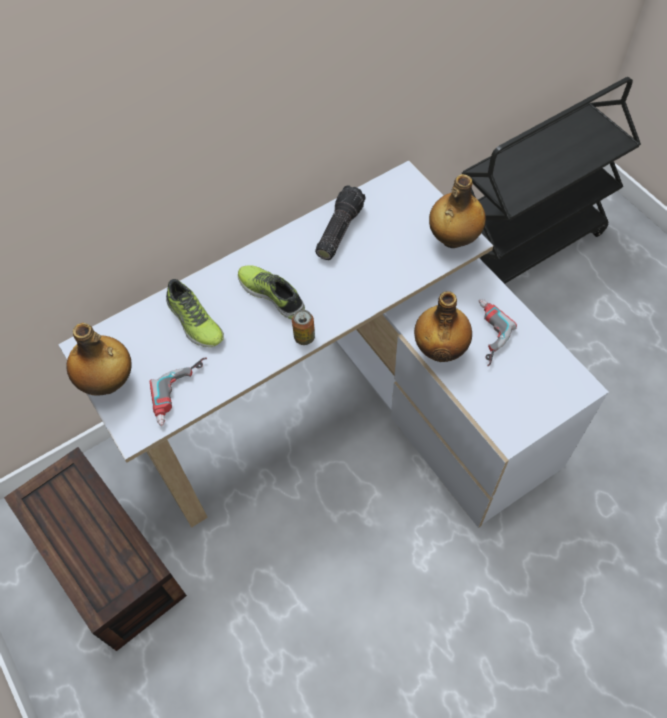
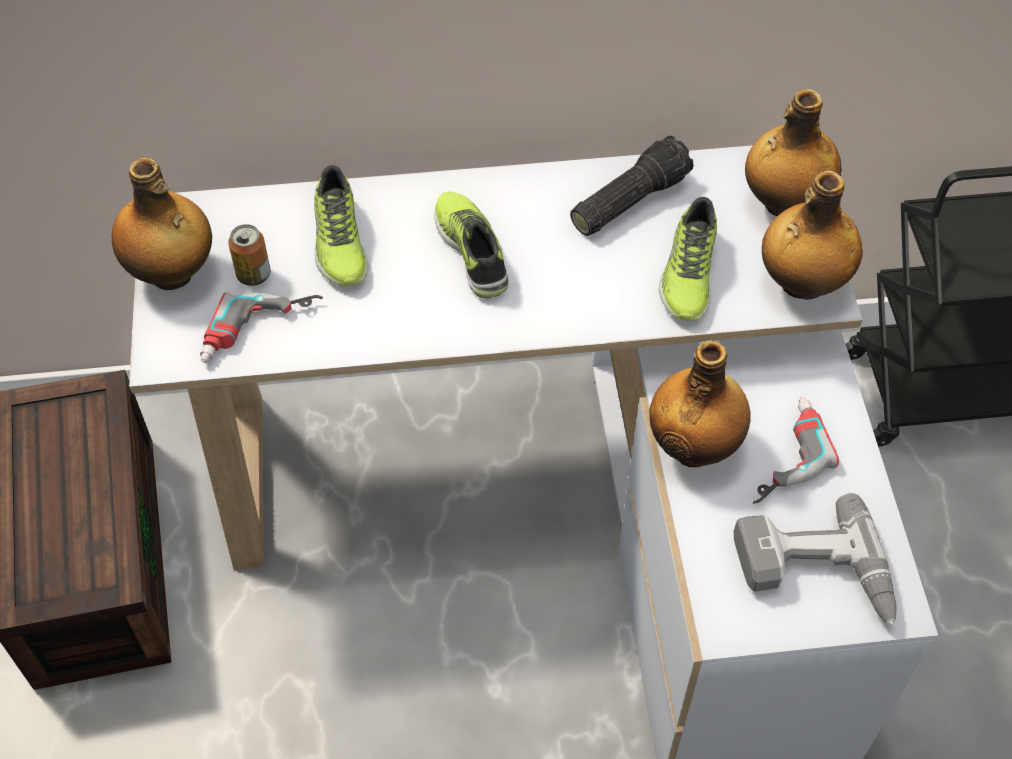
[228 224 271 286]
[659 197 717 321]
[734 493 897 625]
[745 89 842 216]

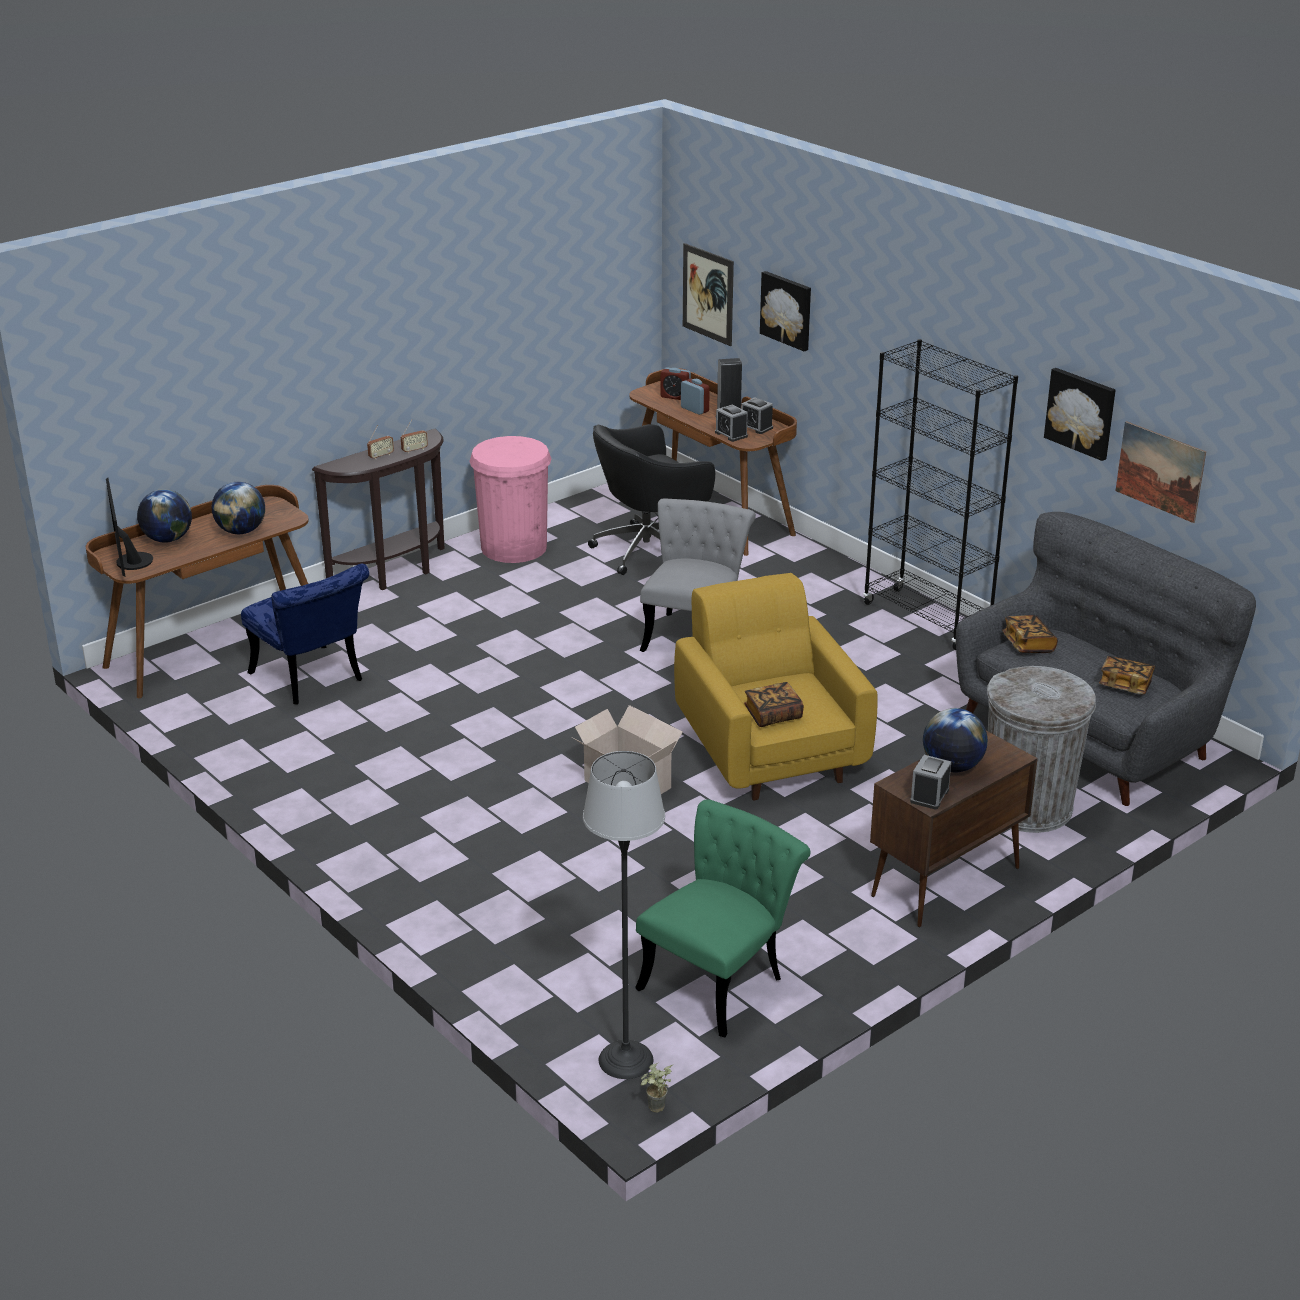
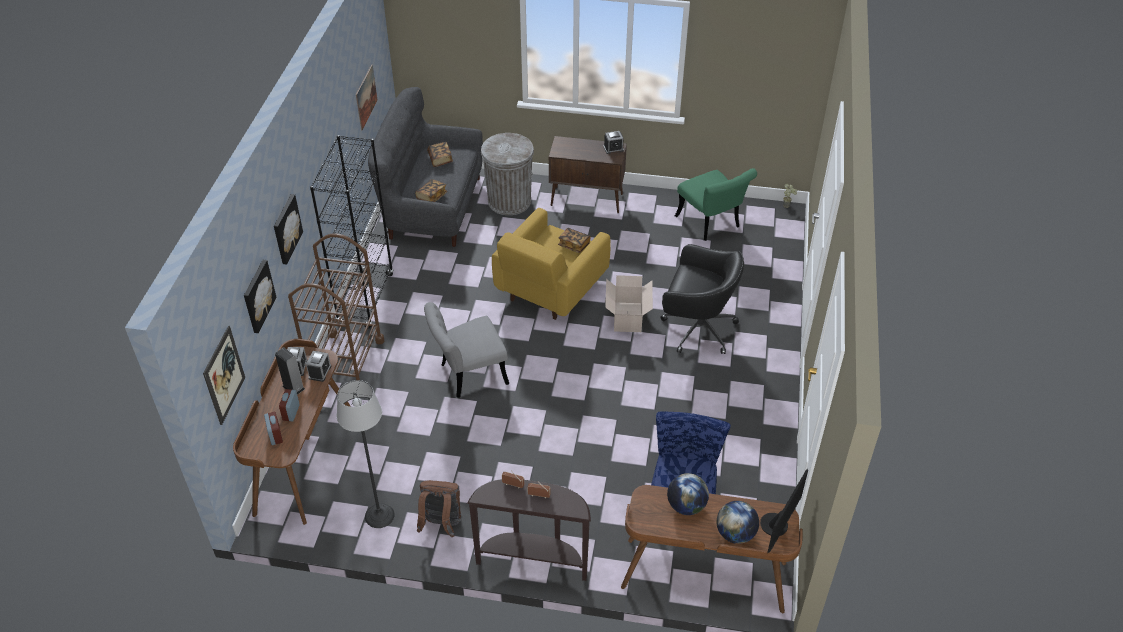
[417 480 462 537]
[337 380 394 528]
[660 244 744 354]
[675 168 757 241]
[923 708 988 772] (first image)
[274 194 303 265]
[288 234 384 380]

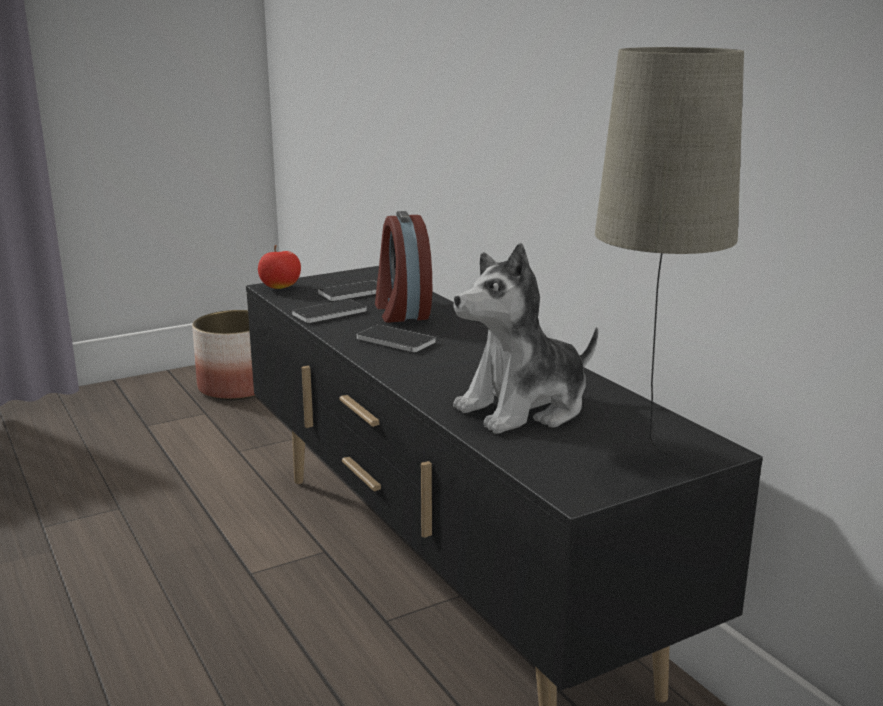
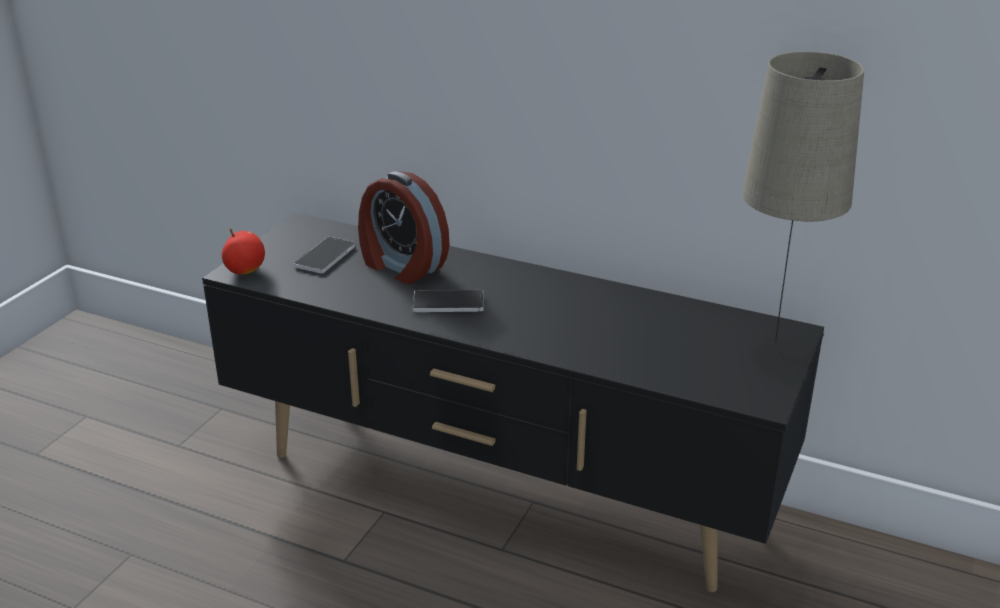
[192 310 256 400] (first image)
[292 299 367 323] (first image)
[453 243 598 434] (first image)

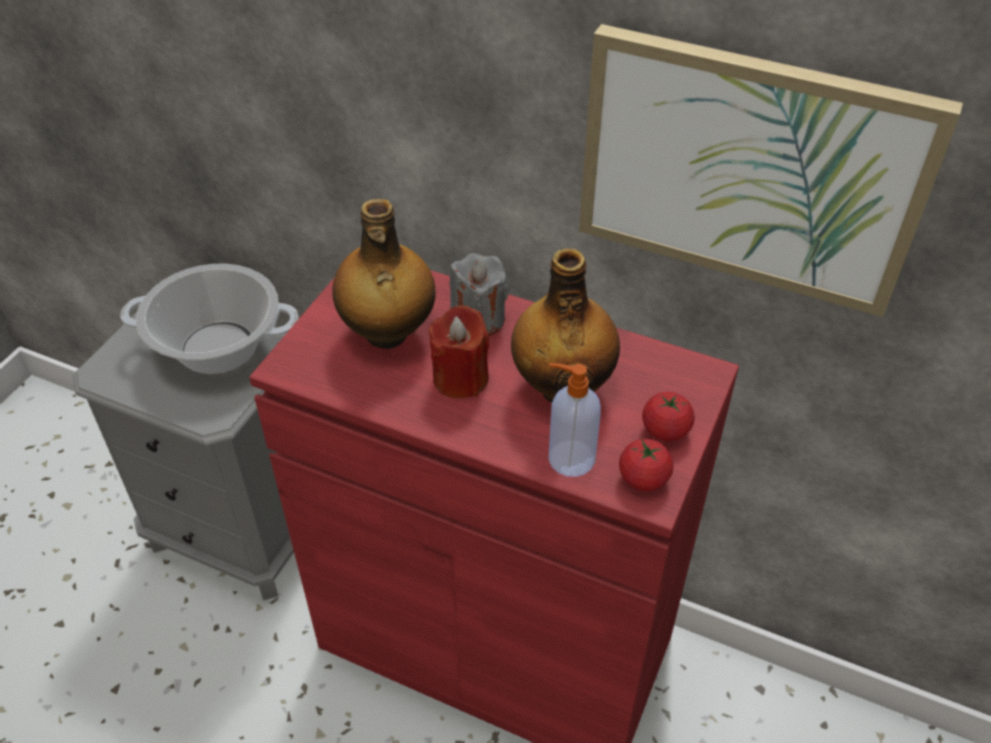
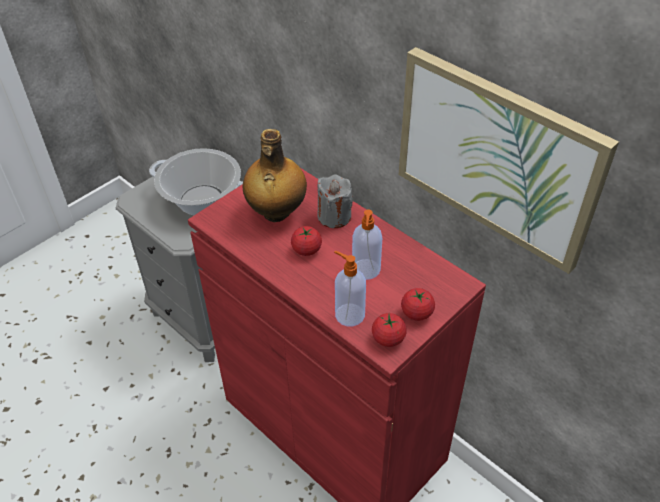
[291 226 322 256]
[352 210 382 280]

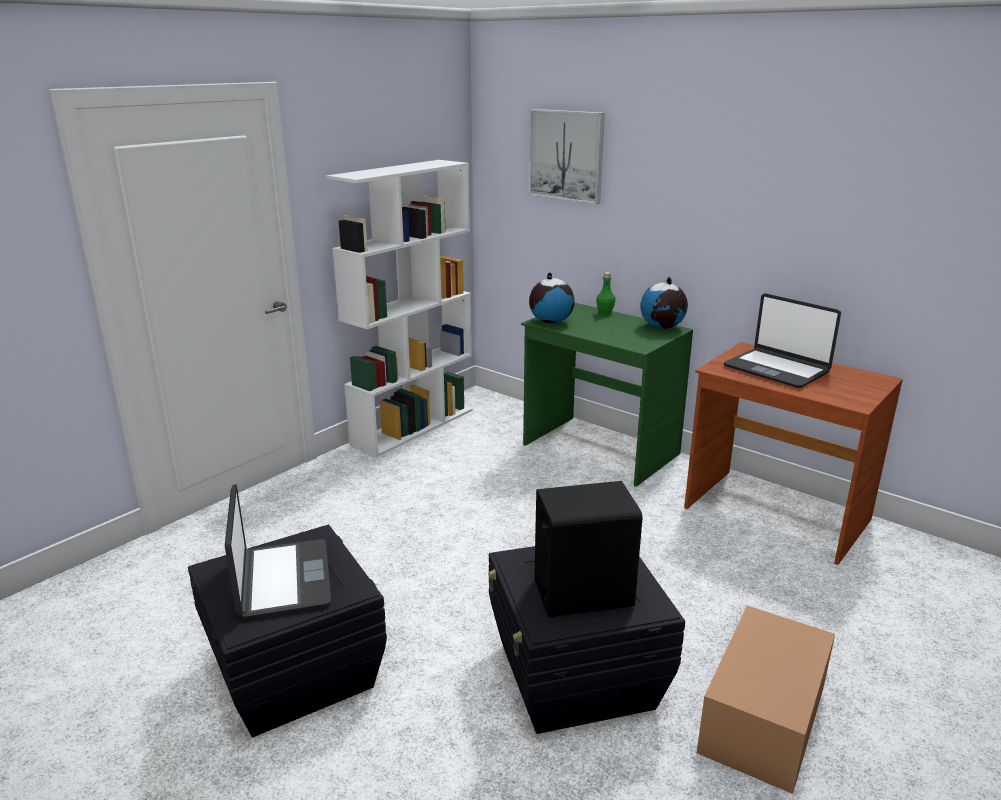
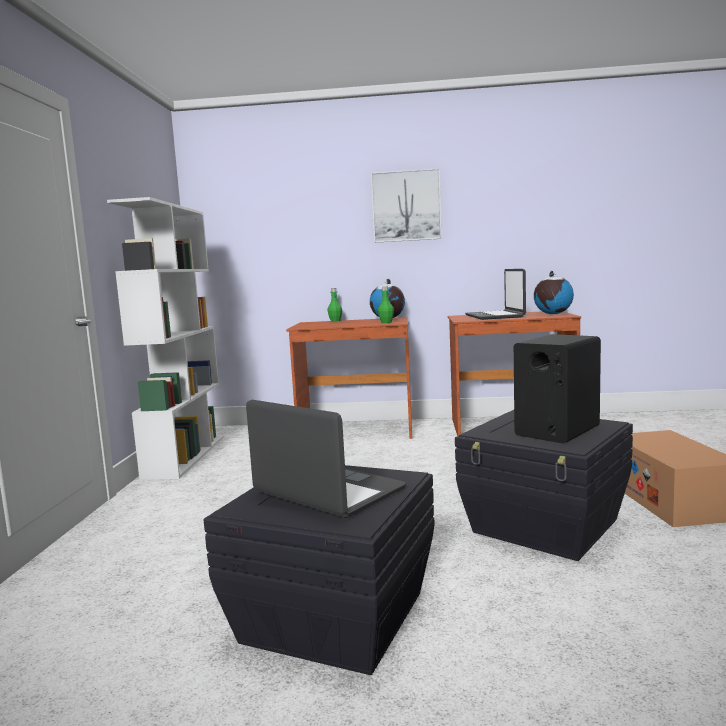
[286 317 412 439]
[371 168 442 243]
[534 271 574 314]
[465 269 526 320]
[378 287 394 323]

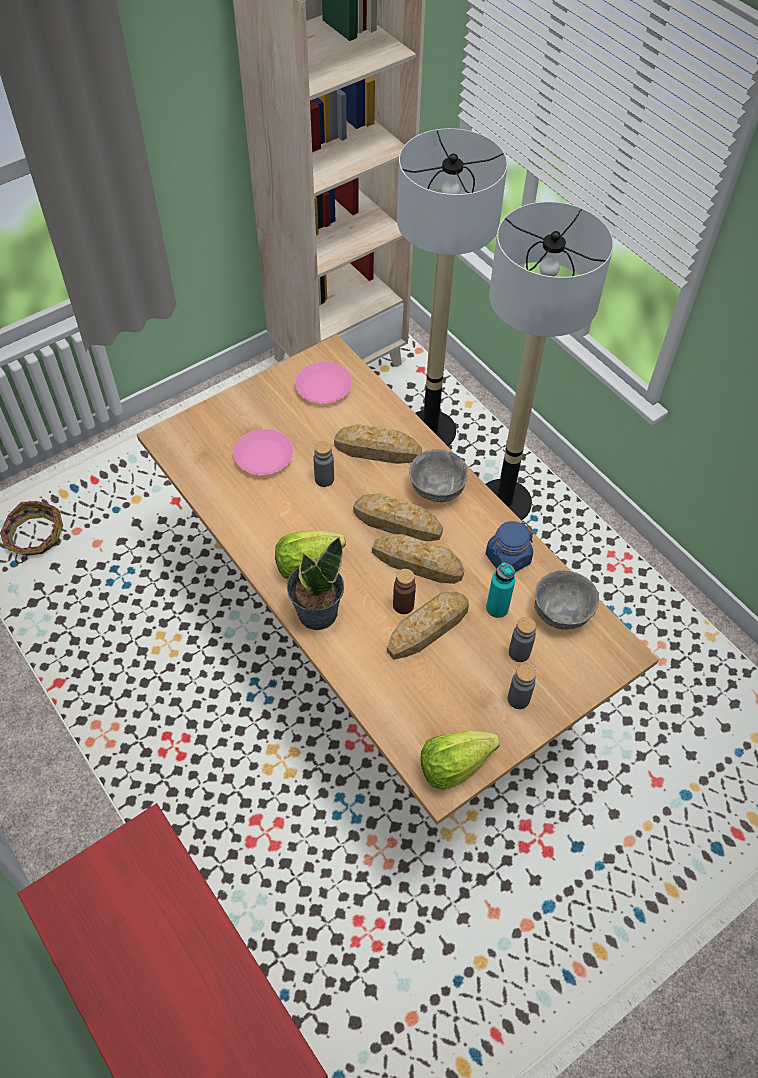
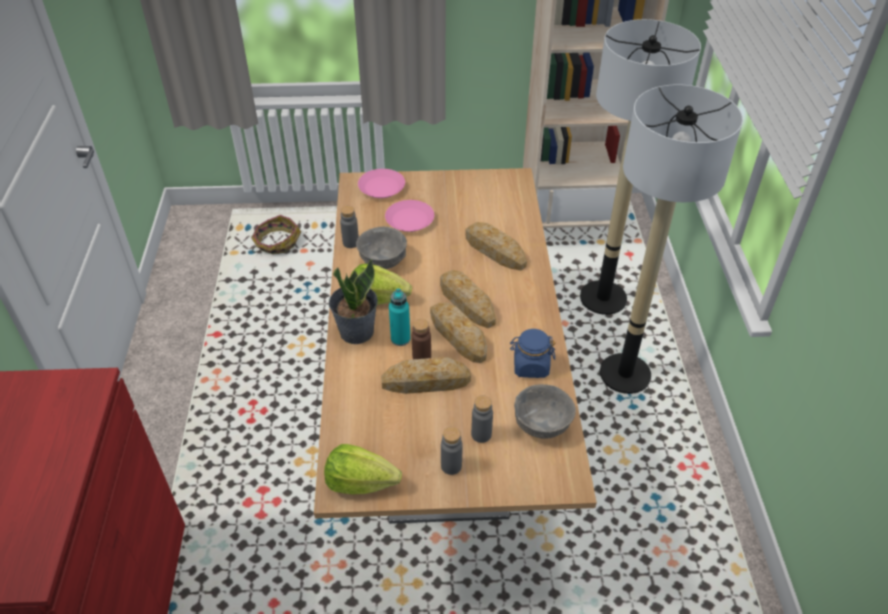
[358 169 405 198]
[340 206 359 248]
[356 227 407 269]
[389 289 410 346]

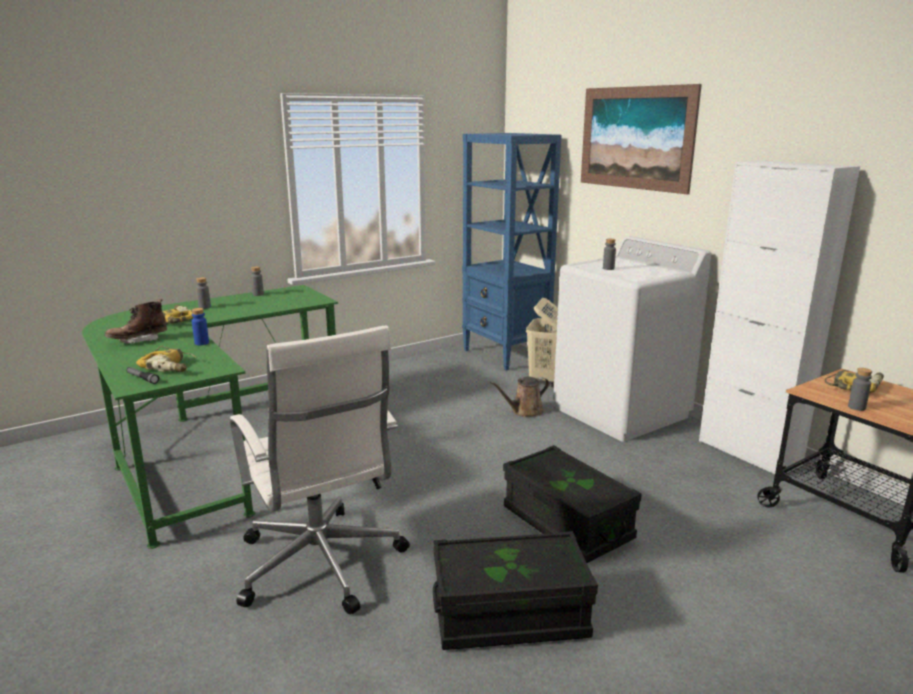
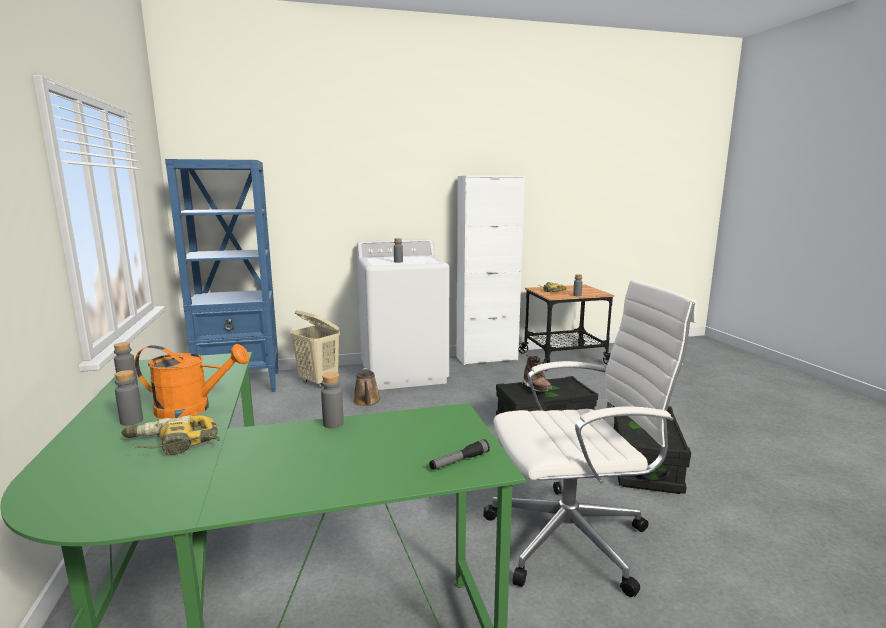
[522 354 552 392]
[136 346 197 372] (first image)
[321 372 344 428]
[581 84 702 194] (first image)
[135 344 249 419]

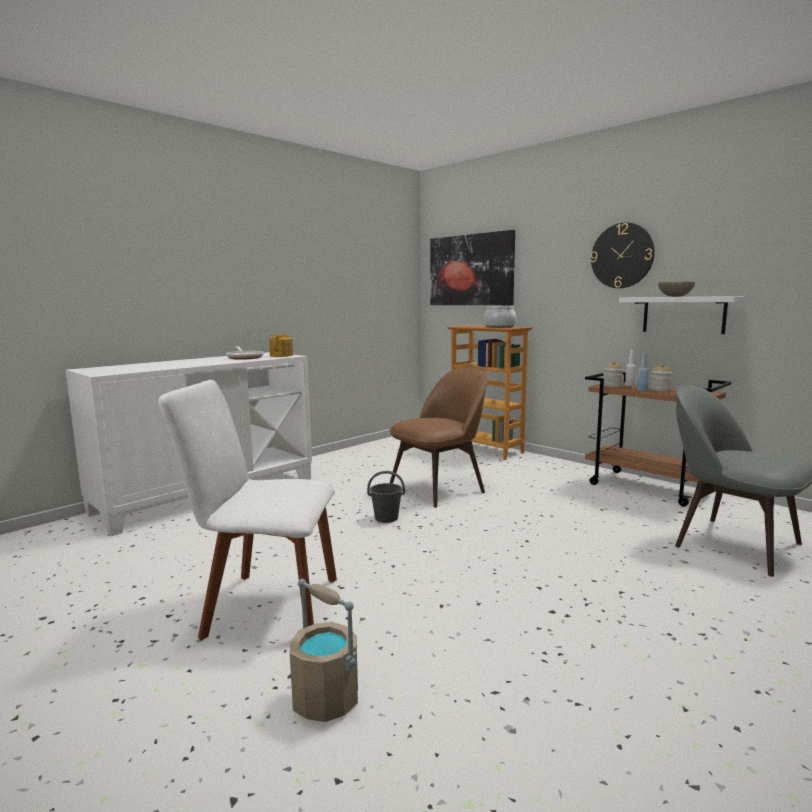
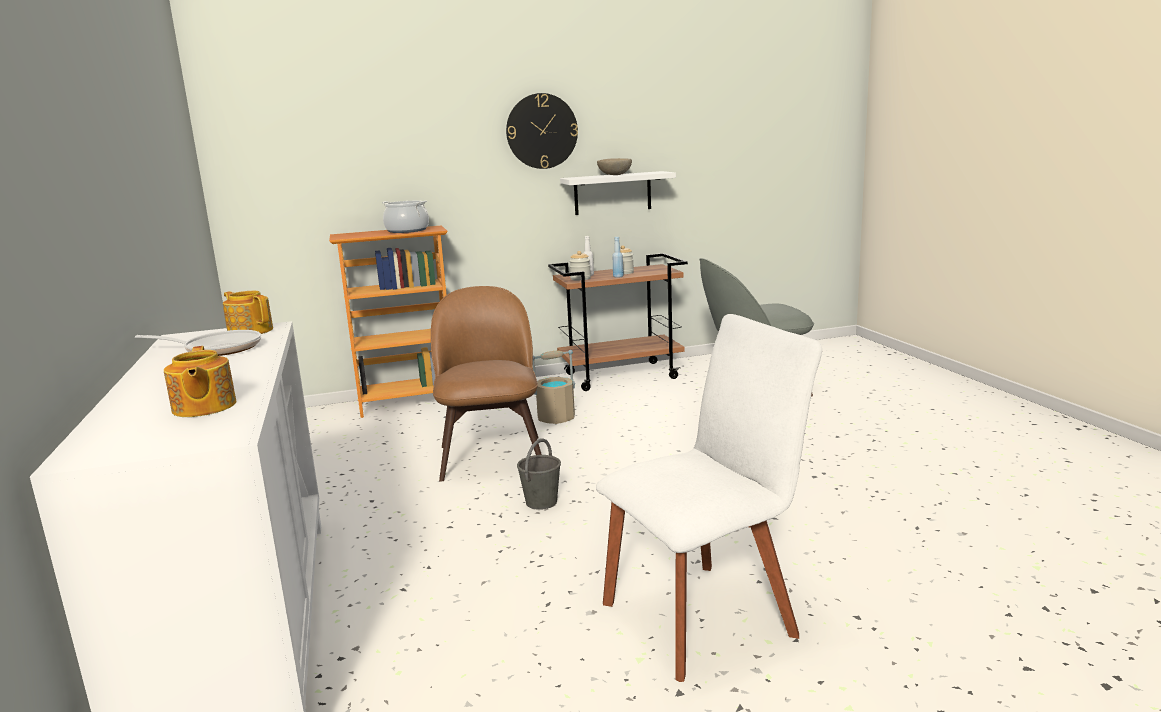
[596 314 822 682]
[533 350 575 424]
[430 230 515 305] (first image)
[164 346 236 417]

